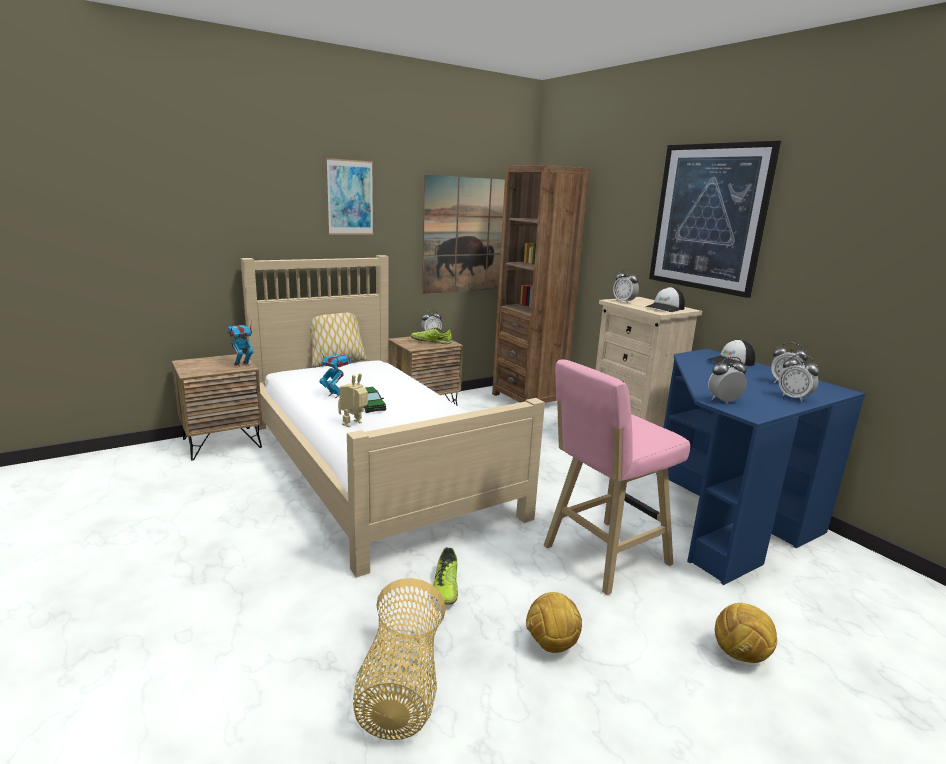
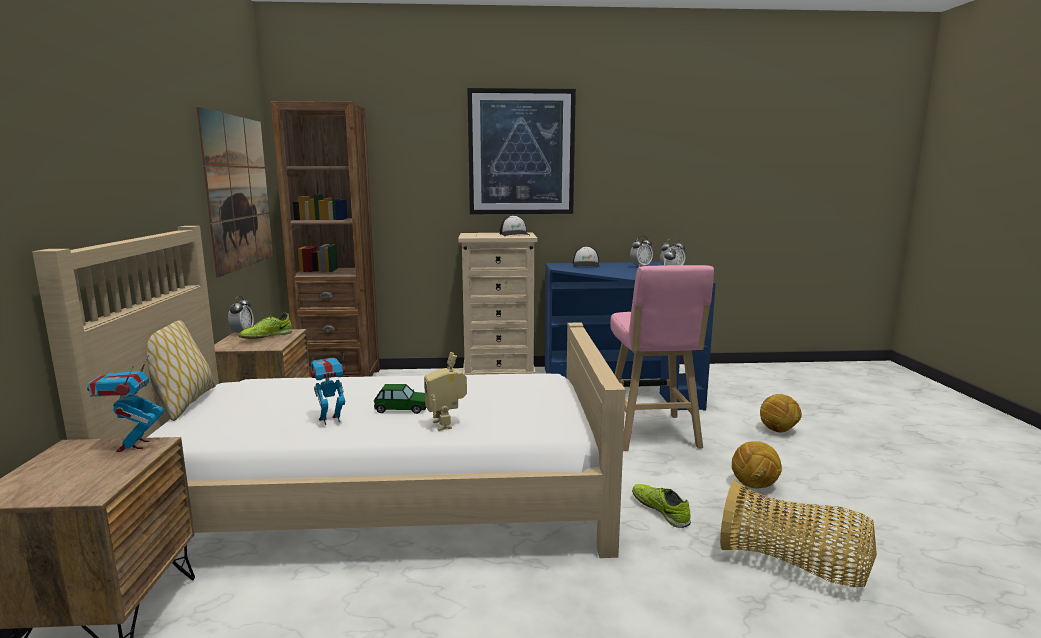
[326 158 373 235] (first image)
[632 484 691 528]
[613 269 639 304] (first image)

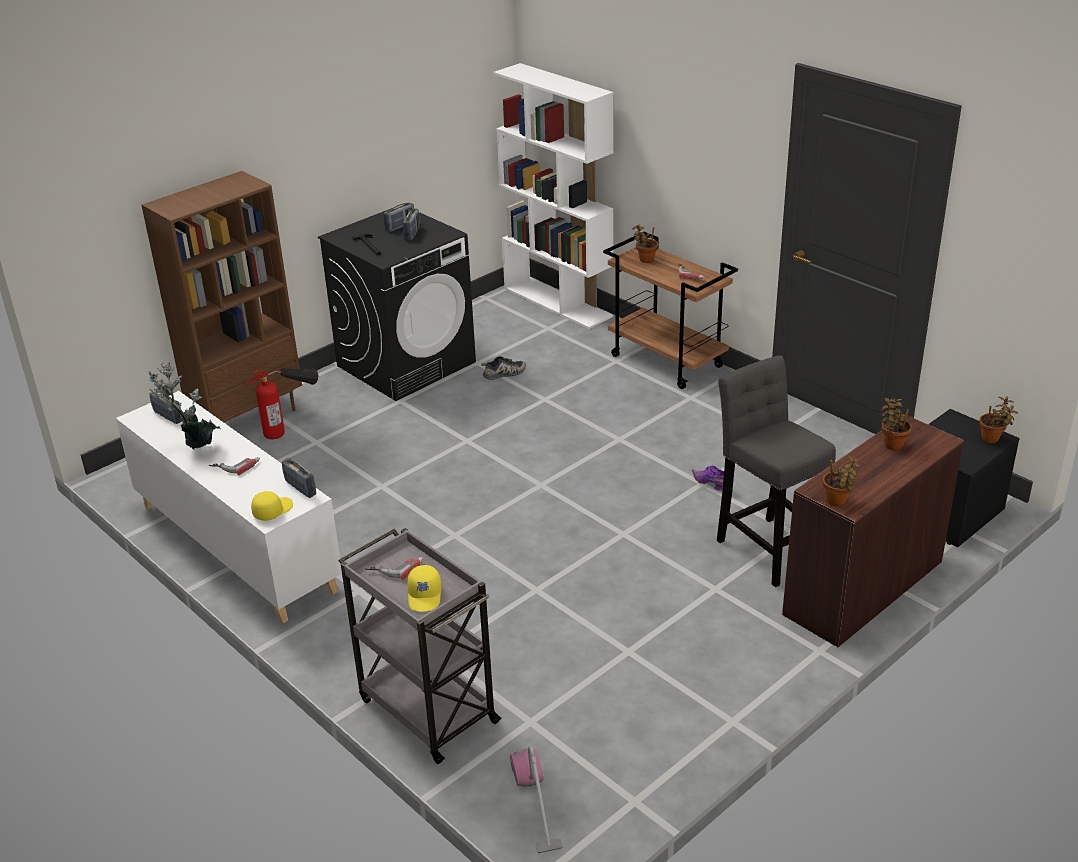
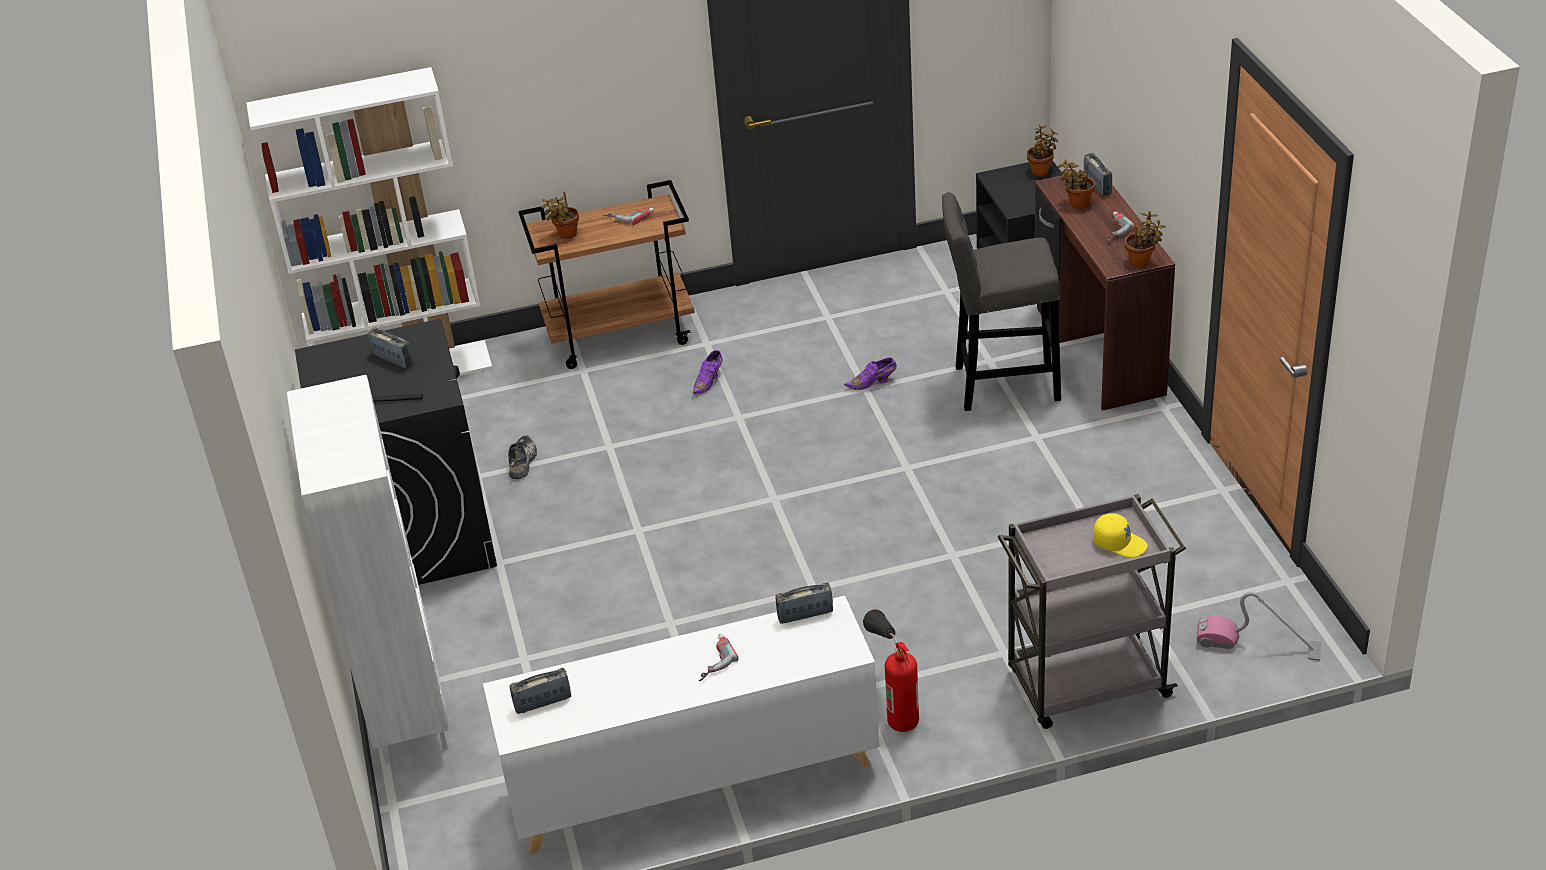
[287 375 449 764]
[148 362 221 449] (first image)
[863 610 919 732]
[251 491 293 521] (first image)
[1107 212 1135 243]
[1084 153 1112 196]
[693 350 723 395]

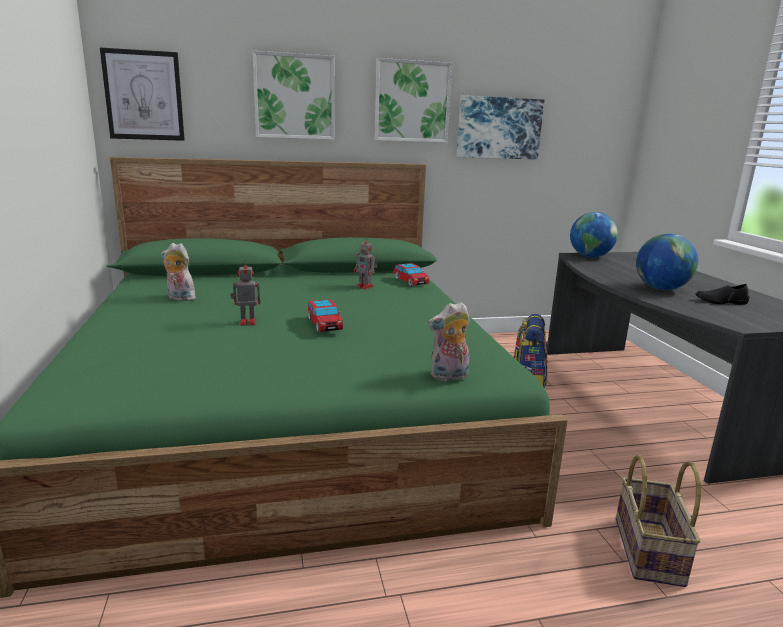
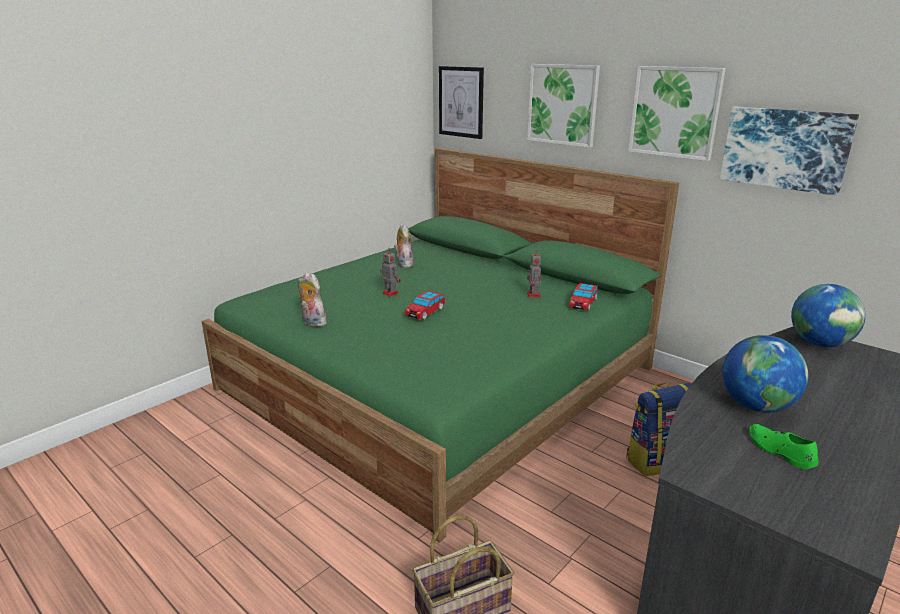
[297 272 327 327]
[749 424 819 470]

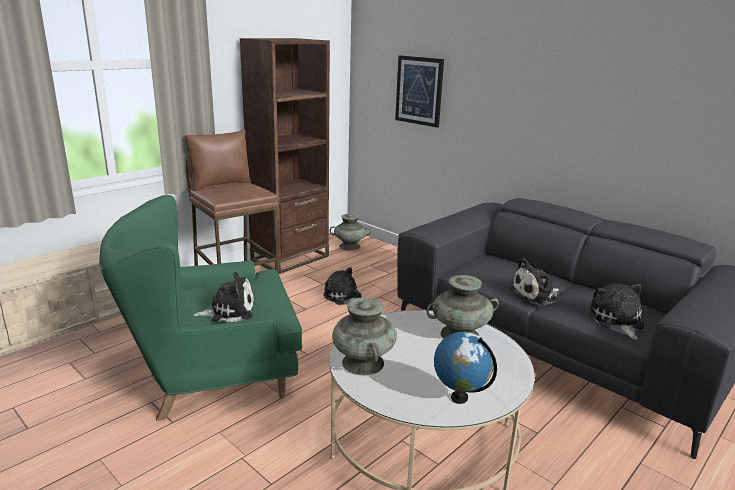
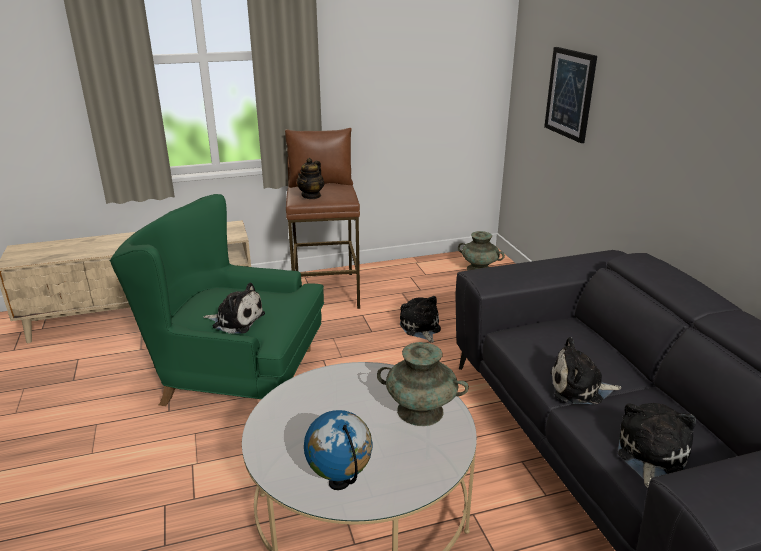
[240 38 330 274] (first image)
[332 298 397 376] (first image)
[297 158 324 199]

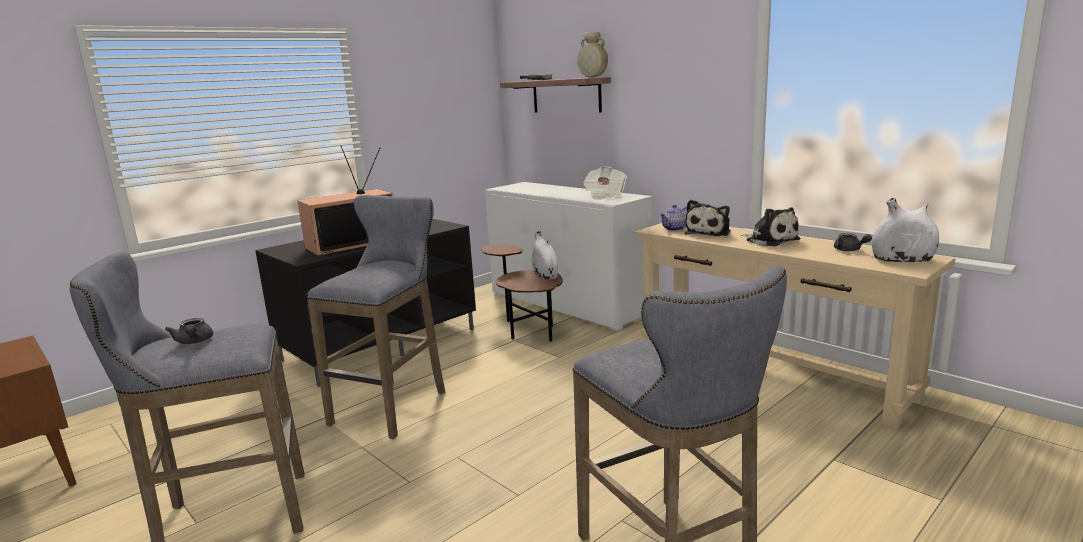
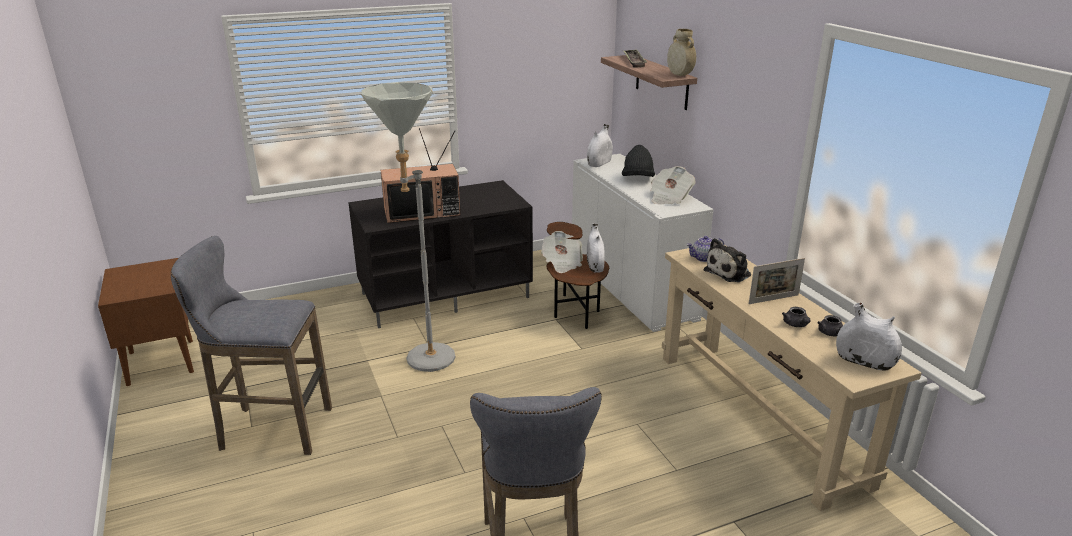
[782 307 811 327]
[361 82 455 372]
[749 258 805 304]
[541 231 583 273]
[587 124 613 167]
[622 145 655 177]

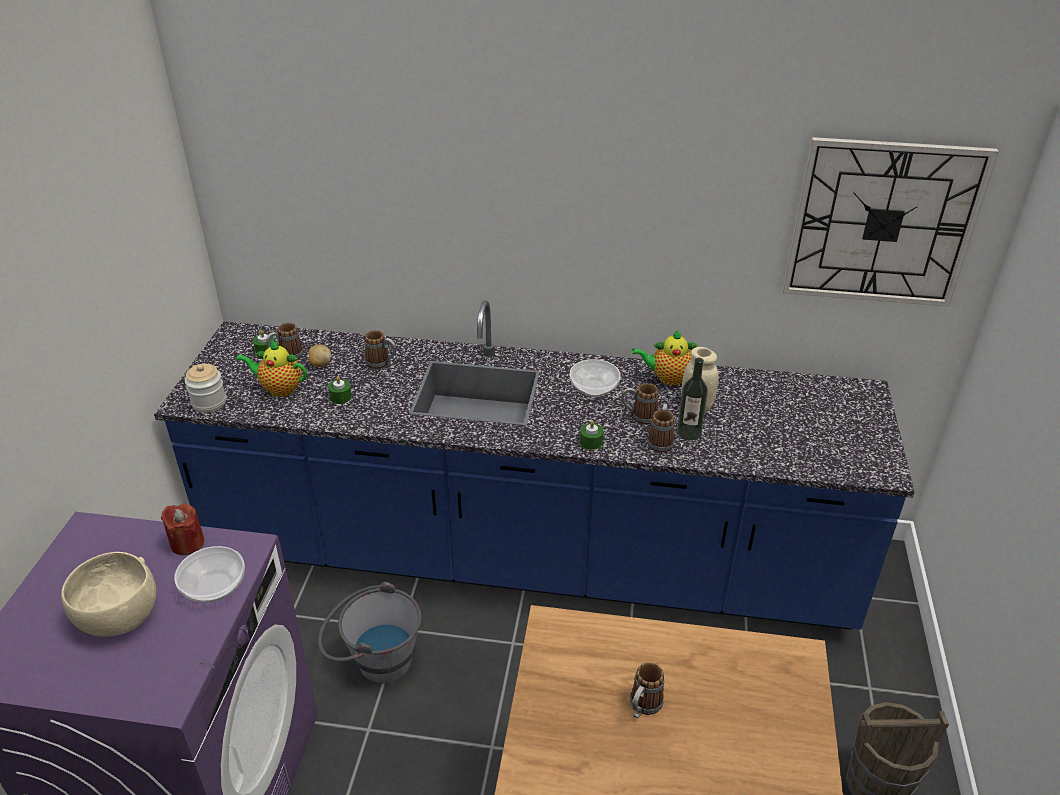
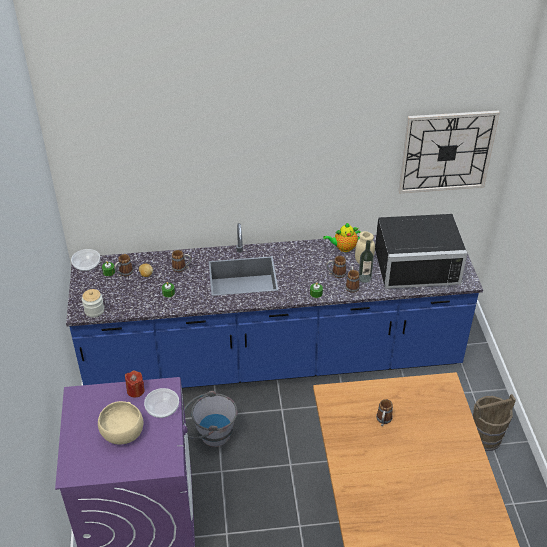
[236 340 307 397] (first image)
[71 249 100 271]
[375 214 467 289]

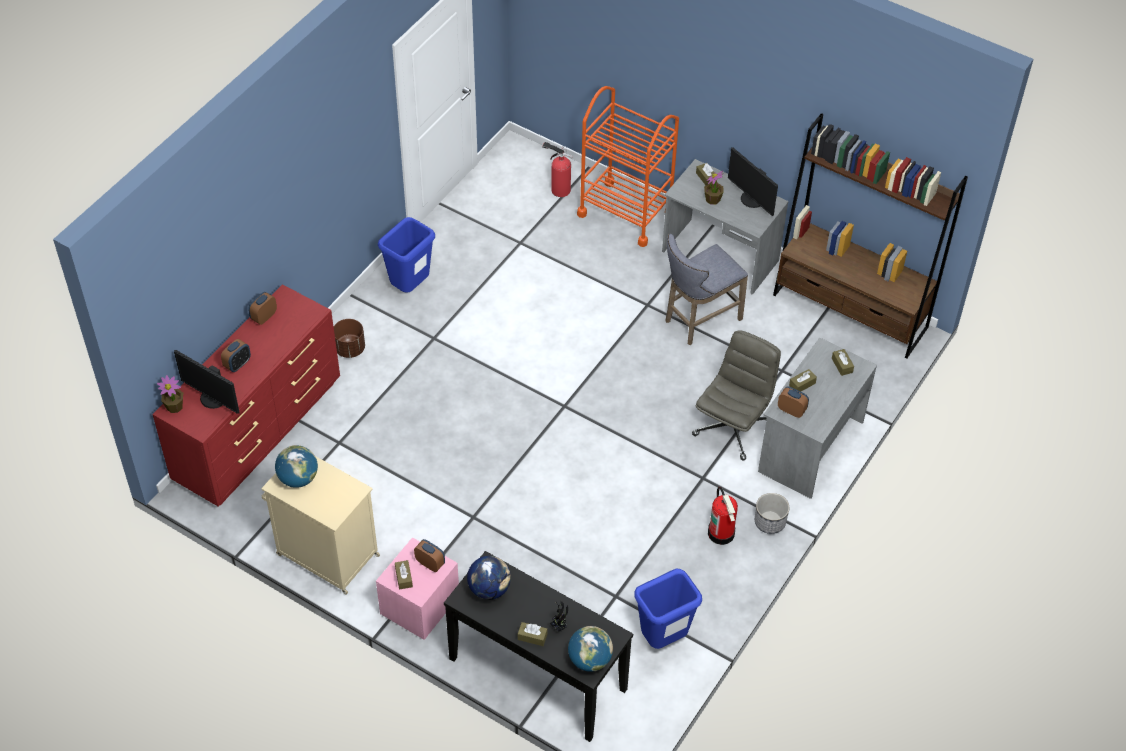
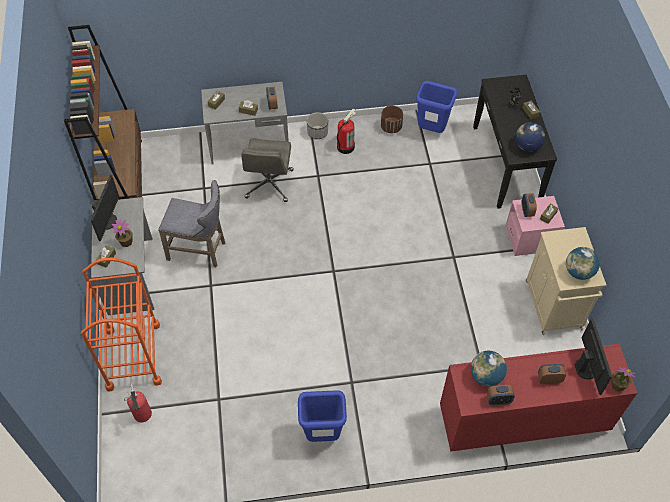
[381 106 403 133]
[471 351 507 386]
[241 138 294 202]

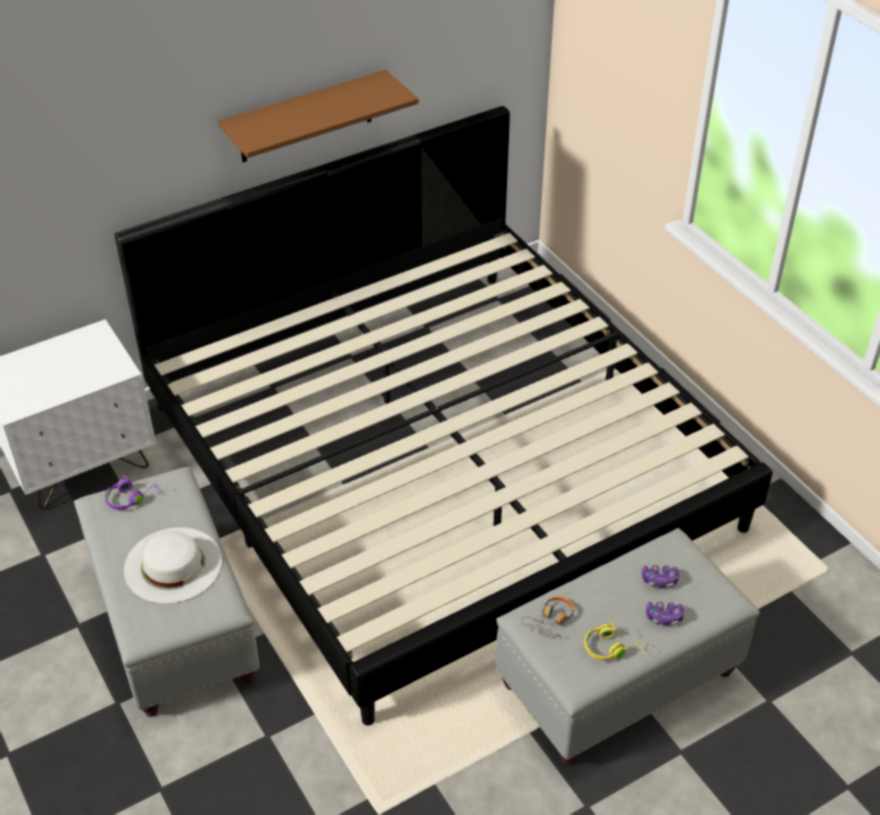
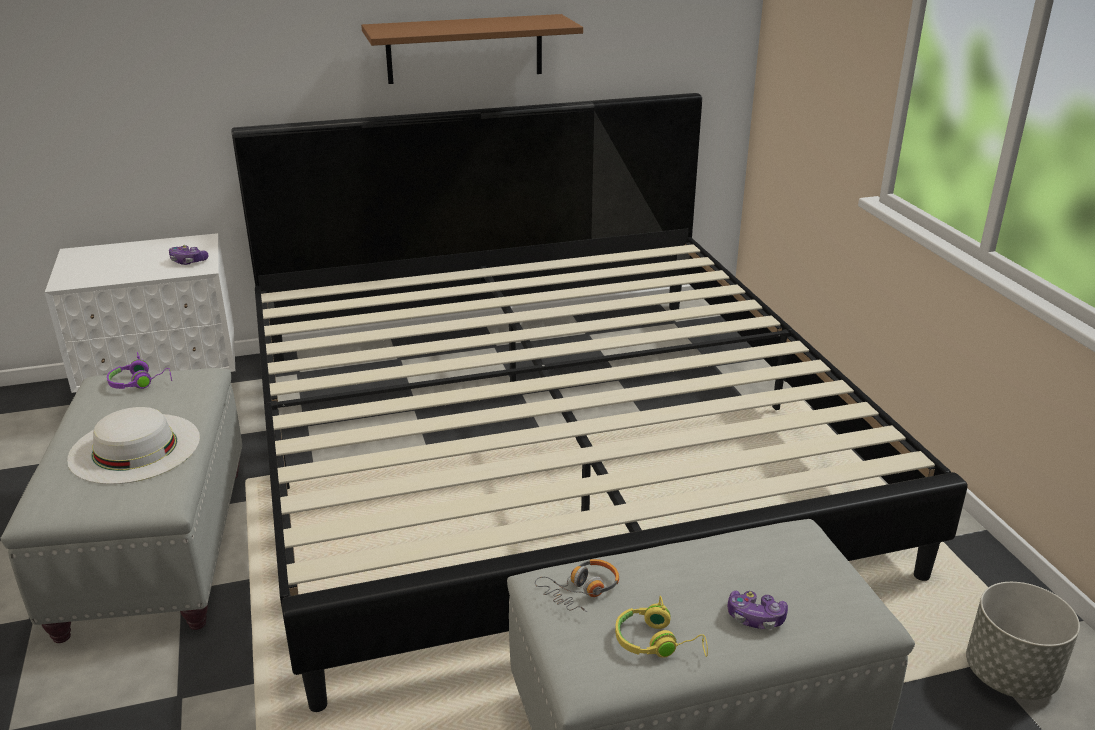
[169 245 208 265]
[966 582 1080 700]

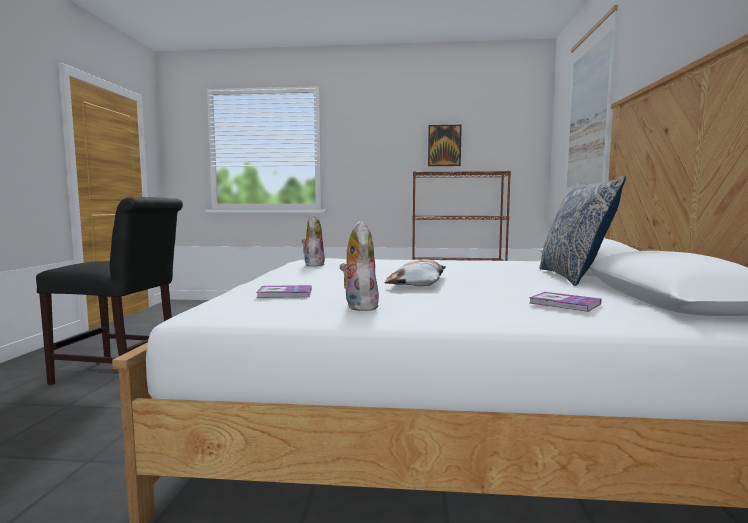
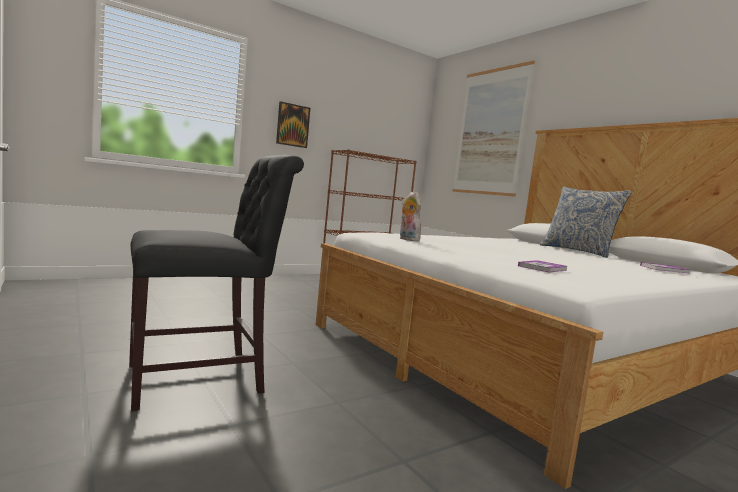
[340 221 379 311] (first image)
[384 259 446 286] (first image)
[276 101 310 148]

